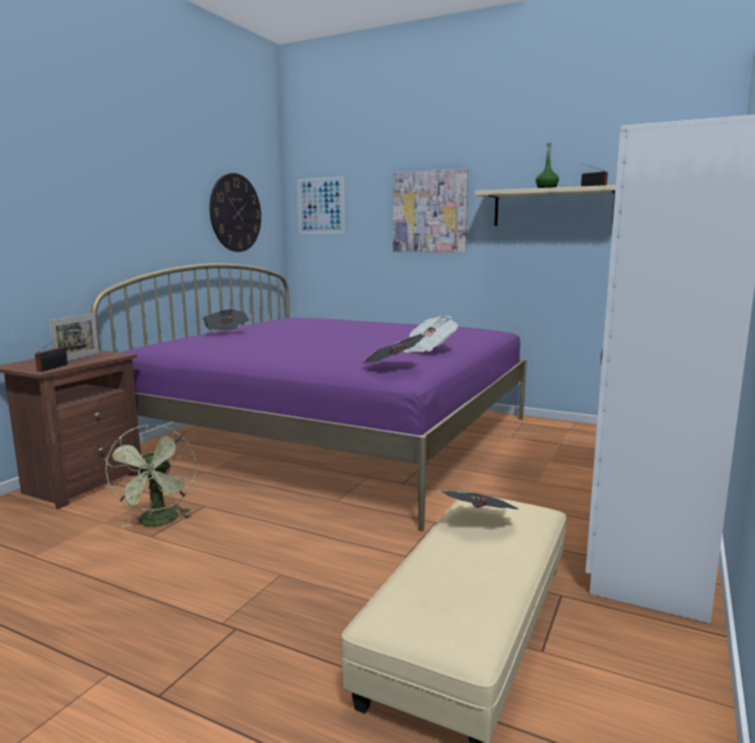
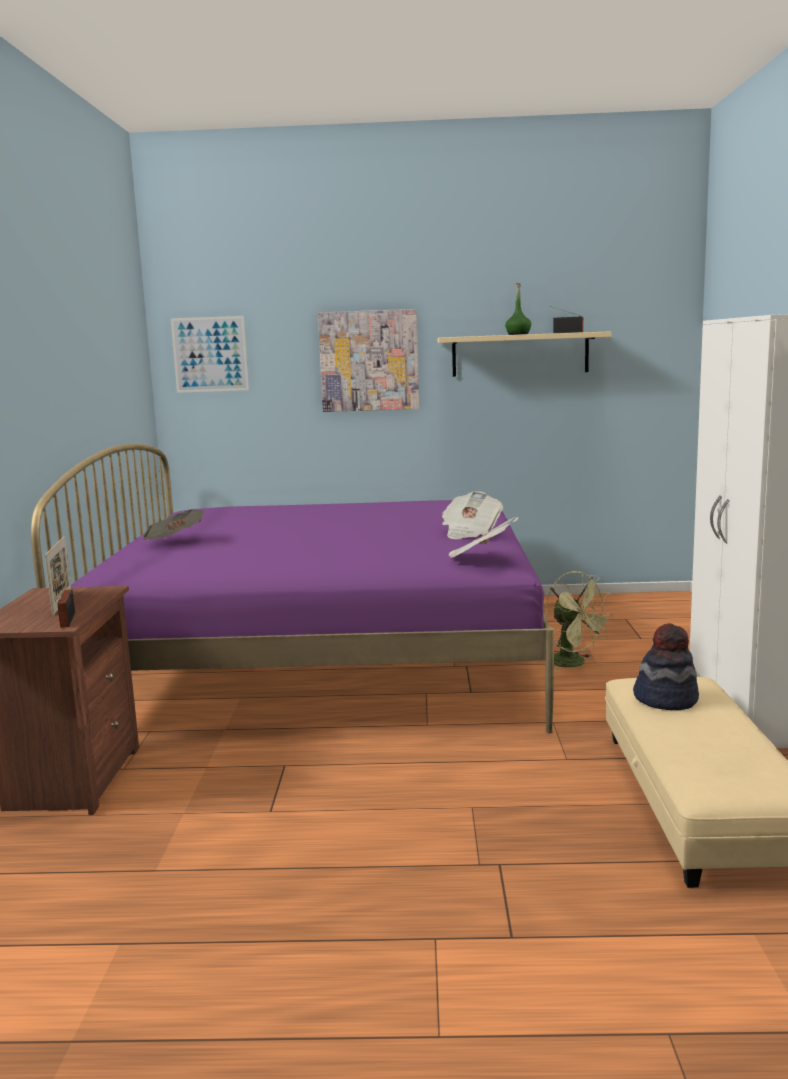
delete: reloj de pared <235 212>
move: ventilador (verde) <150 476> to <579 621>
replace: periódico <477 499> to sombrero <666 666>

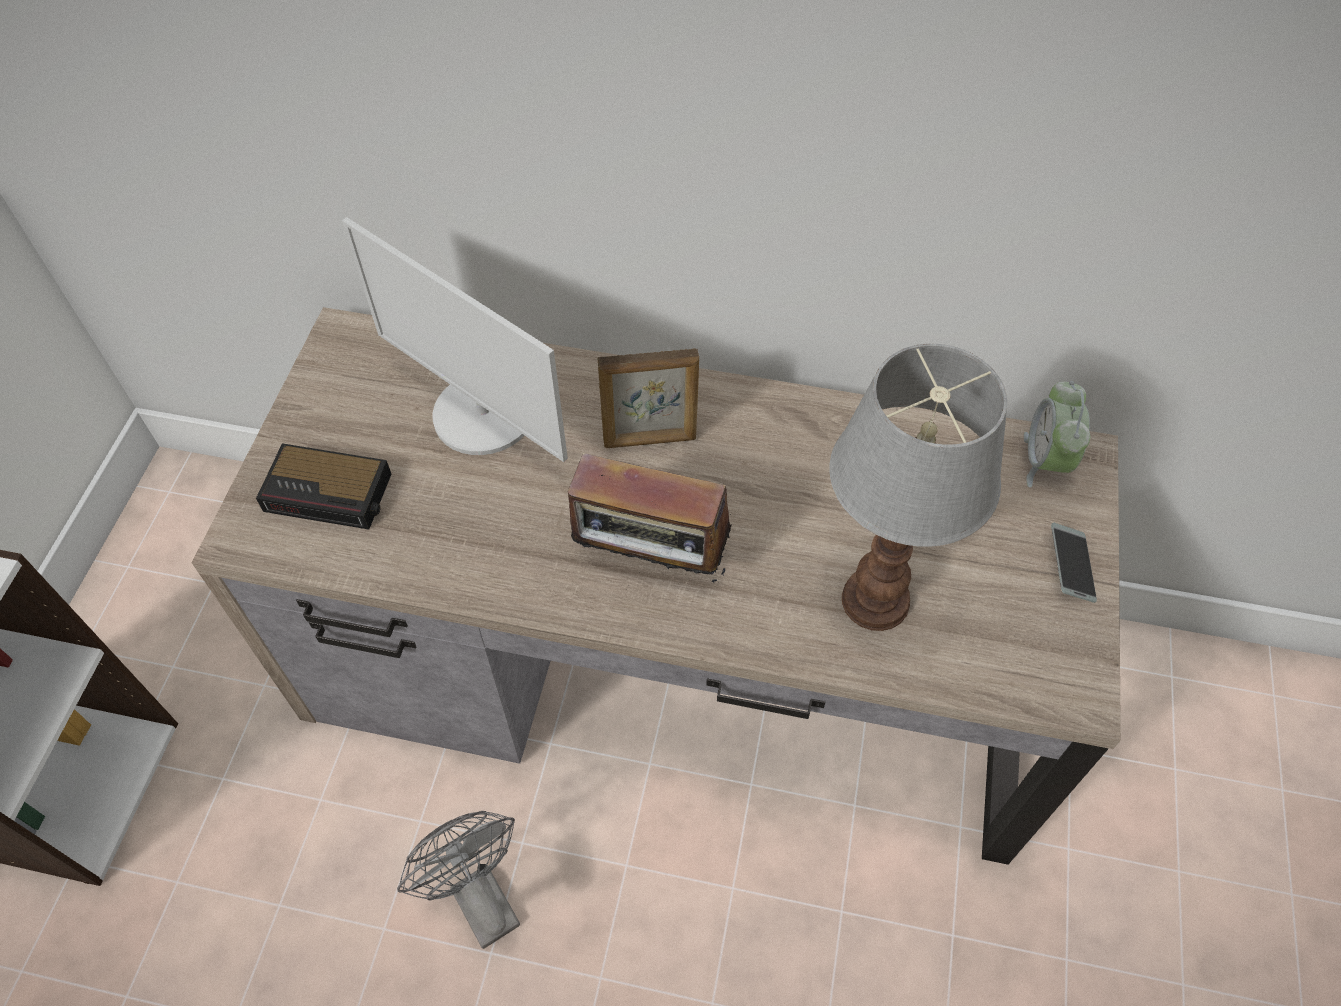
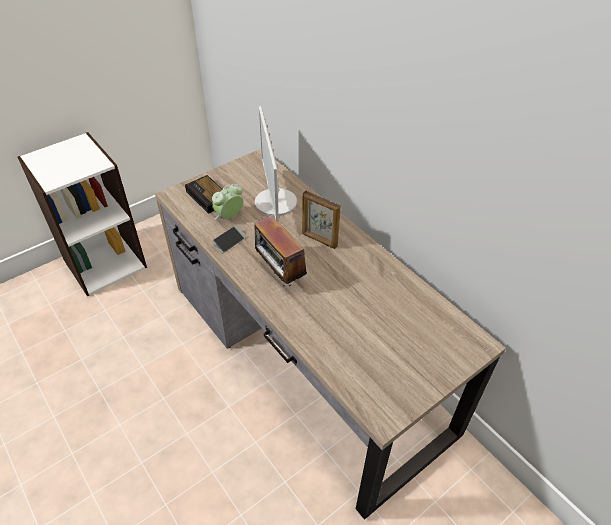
delete: ventilador (gris) <458 880>; lámpara de mesa <918 487>
move: despertador <1057 434> to <227 202>; móvil <1074 563> to <229 239>

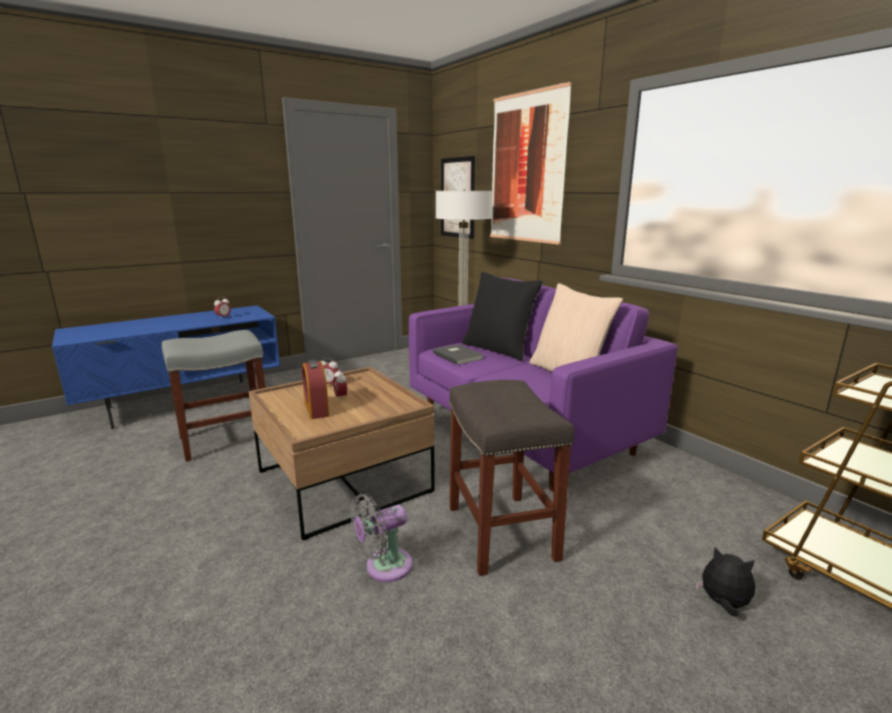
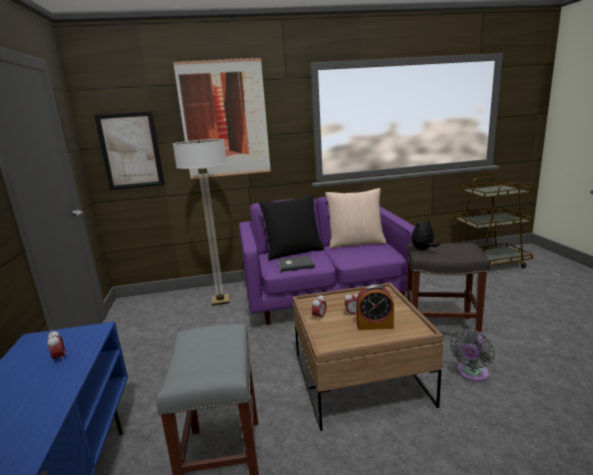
move: peluche <725 582> to <425 234>
rotate: ventilador (gris) <381 538> = <472 355> 45 degrees clockwise

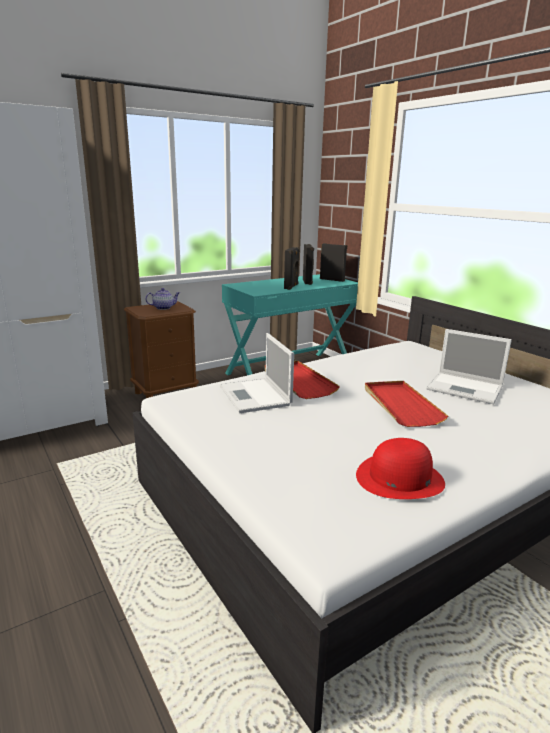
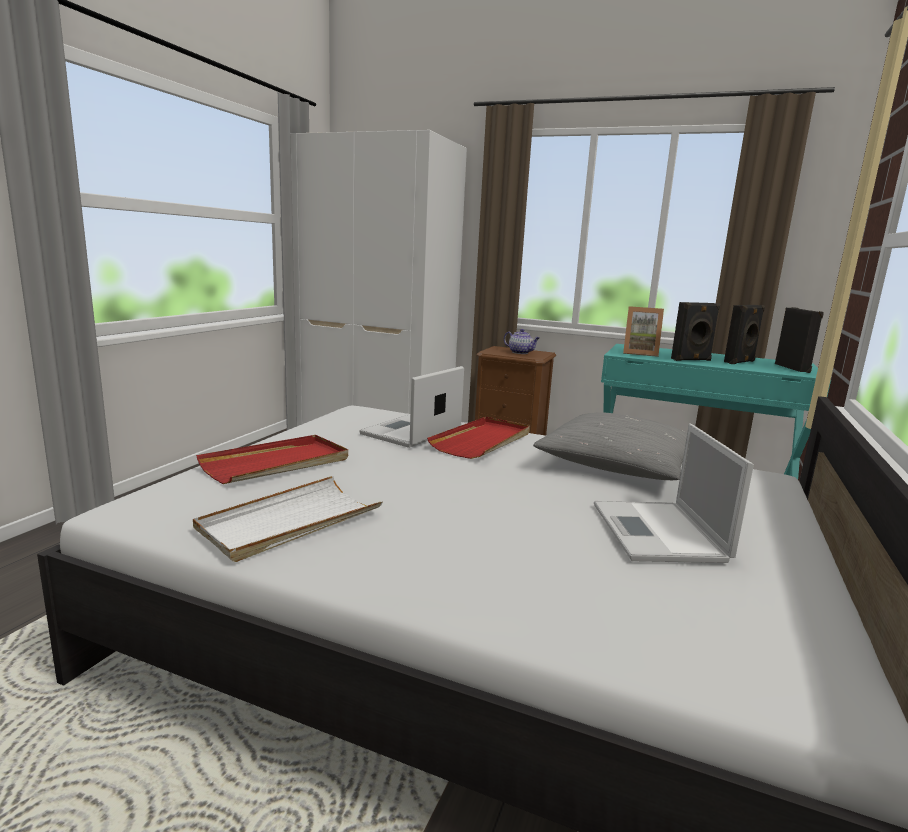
insert: cojín (gris) <610 446>; portarretratos <643 331>
move: bandeja (rojo) <406 404> to <272 459>
replace: sombrero (rojo) <400 468> to bandeja (blanco) <288 519>

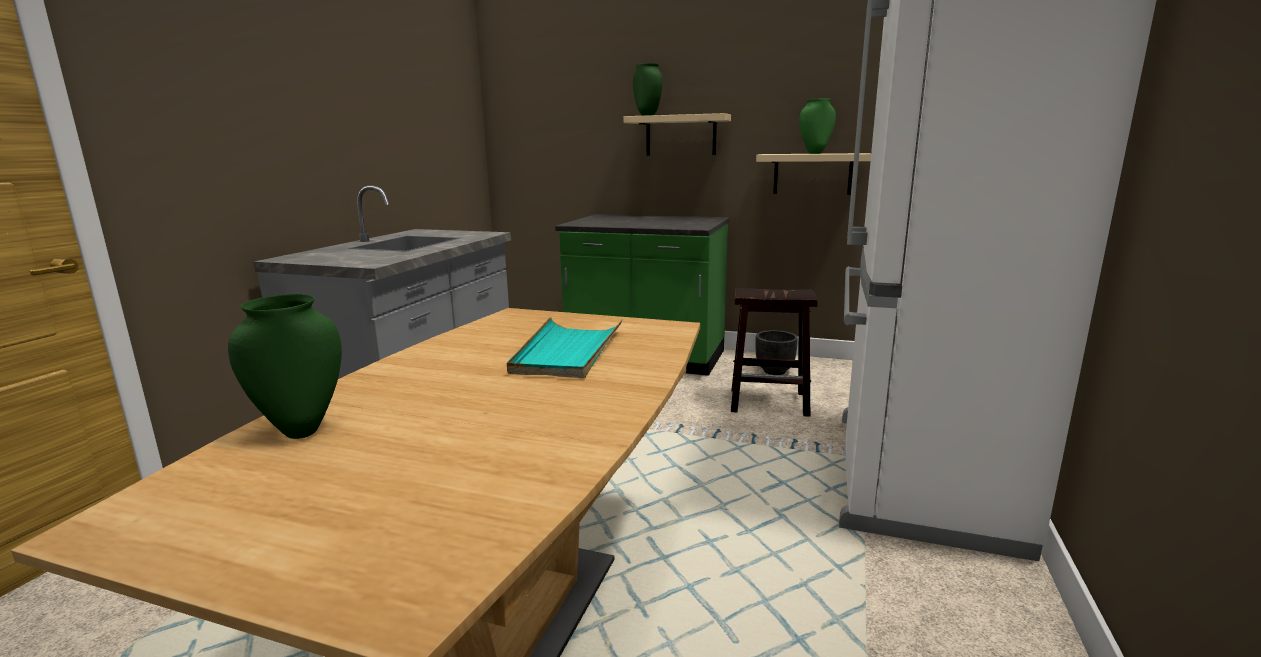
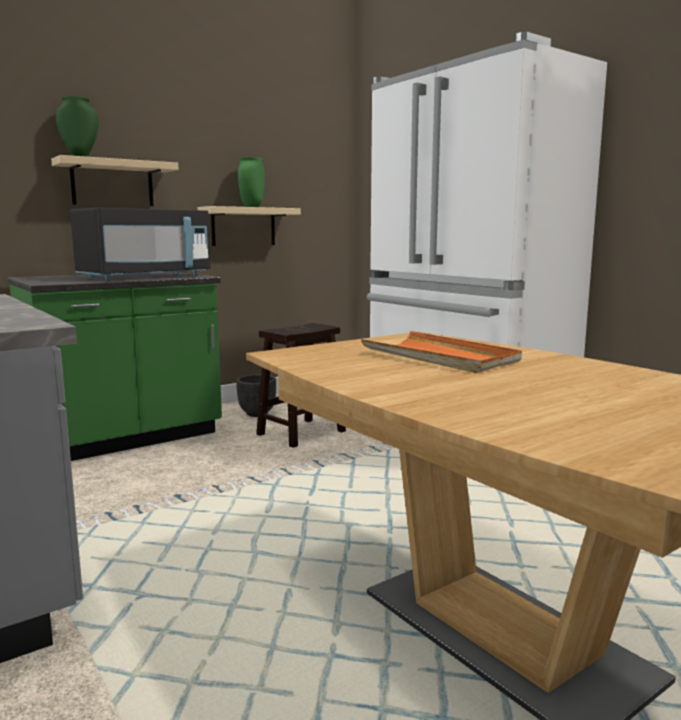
delete: florero (verde) <285 366>
insert: microondas (negro) <140 244>
recolor: bandeja (turquesa) <564 347> to bandeja (naranja) <441 352>

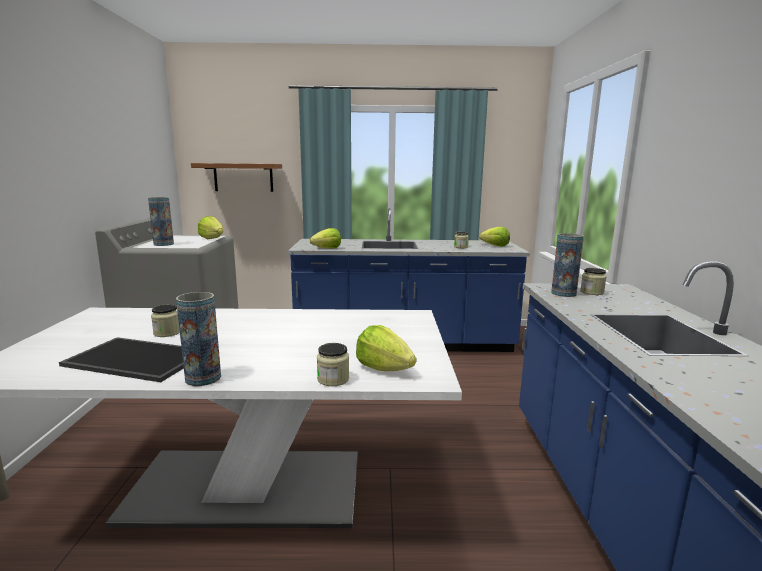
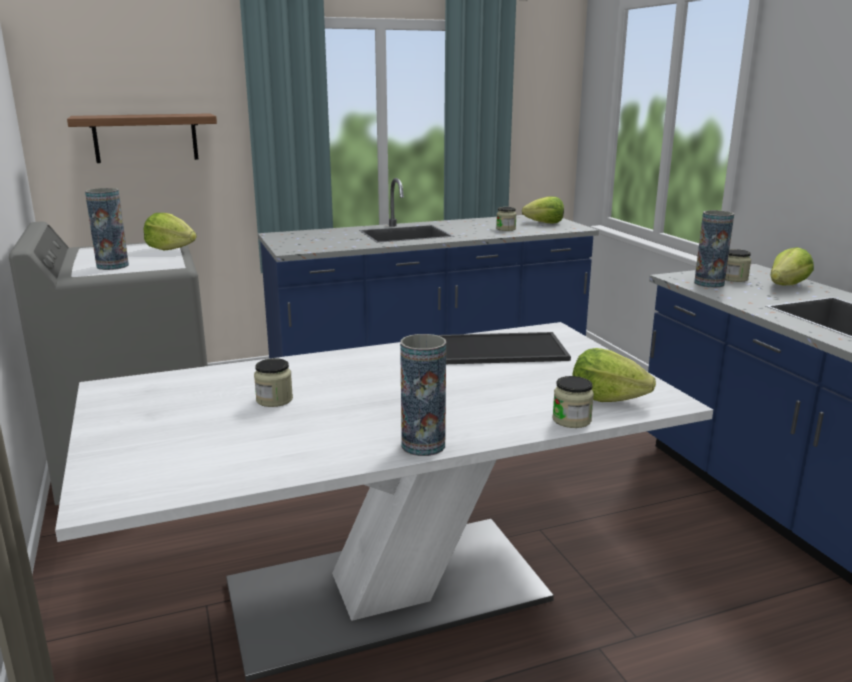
move: bandeja <121 359> to <504 348>; lechuga <325 238> to <792 266>

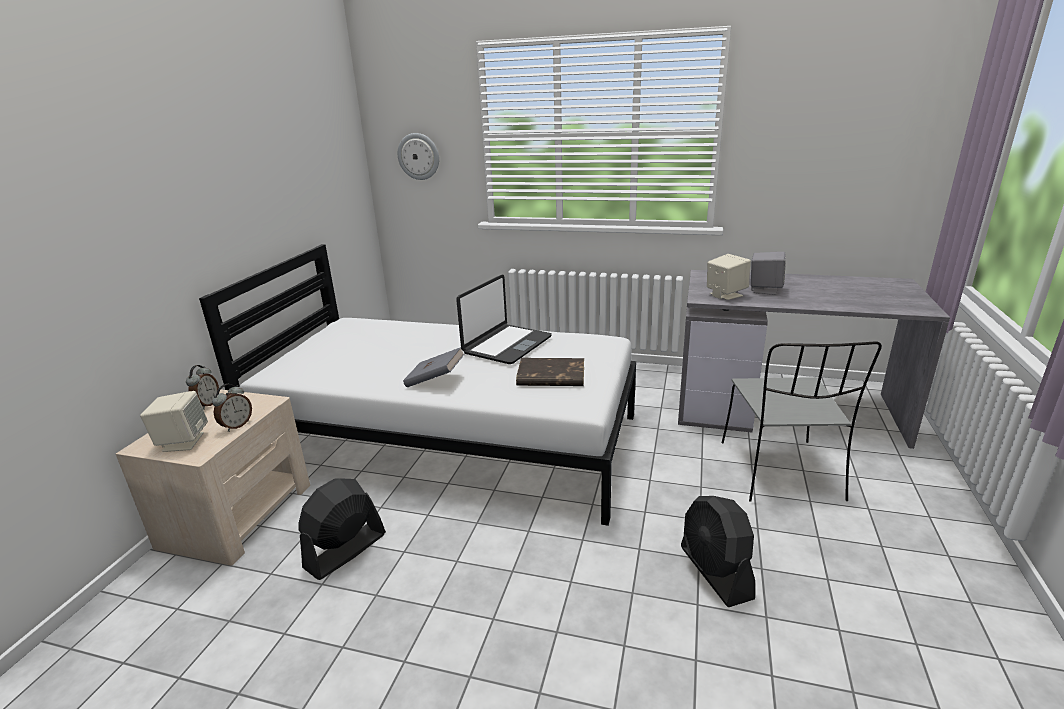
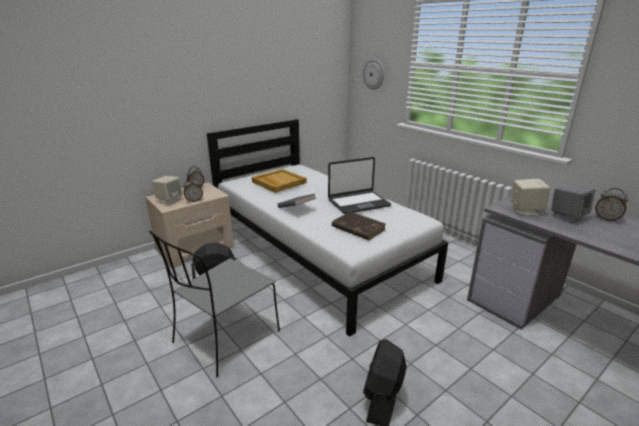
insert: bandeja (beis) <279 181>; despertador <611 205>
move: silla (gris) <802 421> to <214 304>

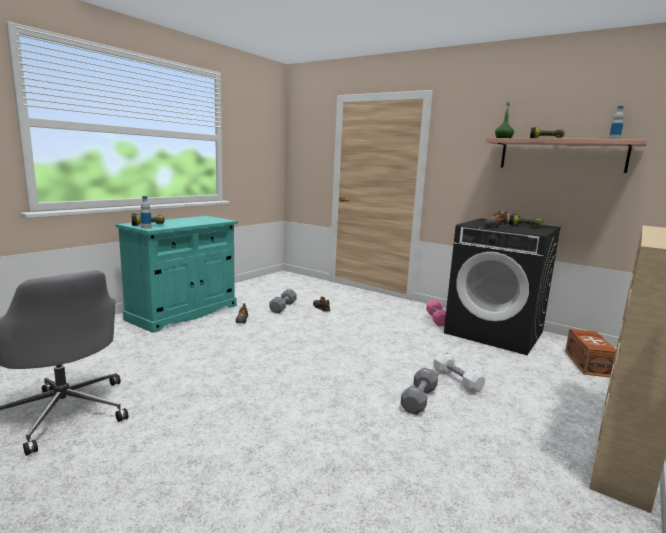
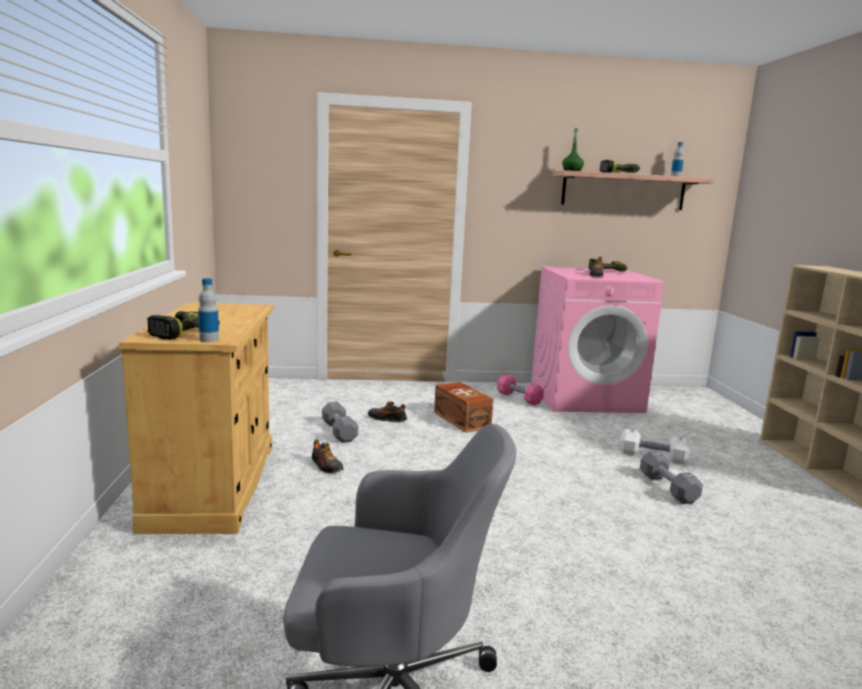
move: caja de almacenaje (marrón) <590 353> to <464 407>
recolor: armario (turquesa) <177 274> to armario (beis) <196 418>; lavadora (negro) <502 286> to lavadora (rosa) <597 339>

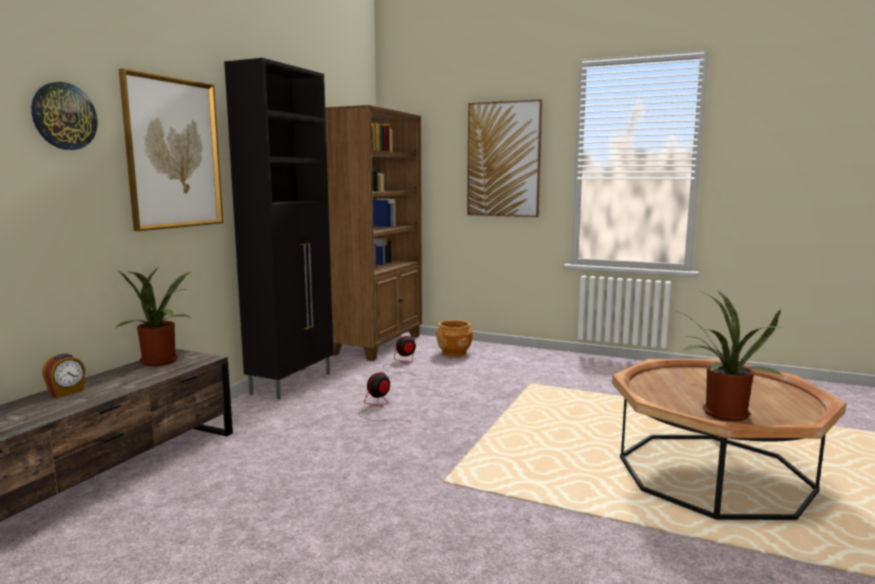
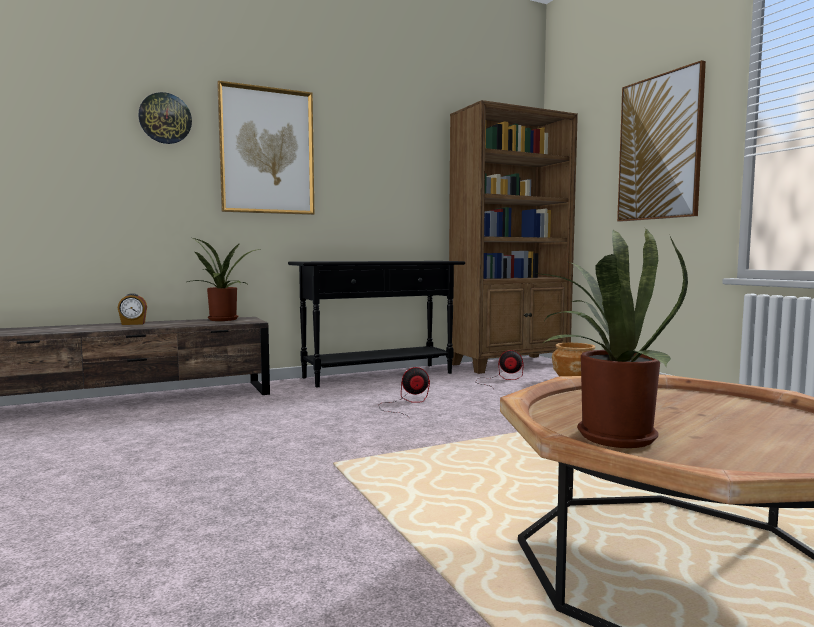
replace: armario (negro) <278 229> to mesa consola (negro) <376 324>

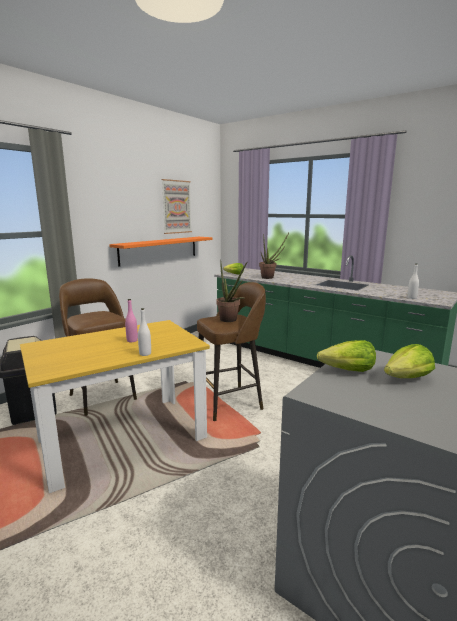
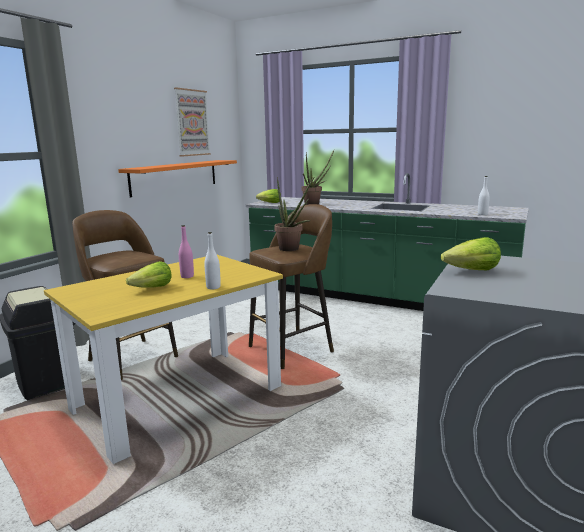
move: lechuga <409 361> to <149 274>

